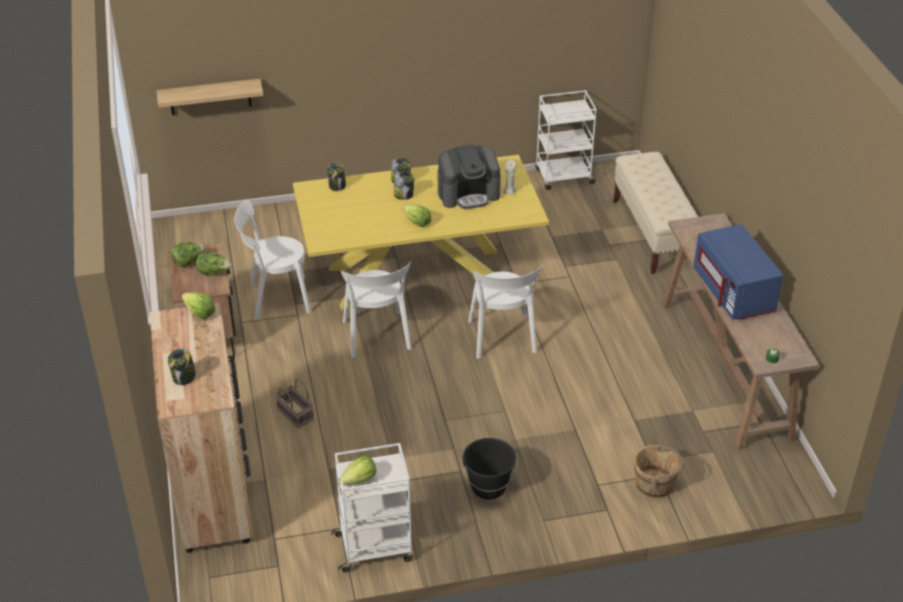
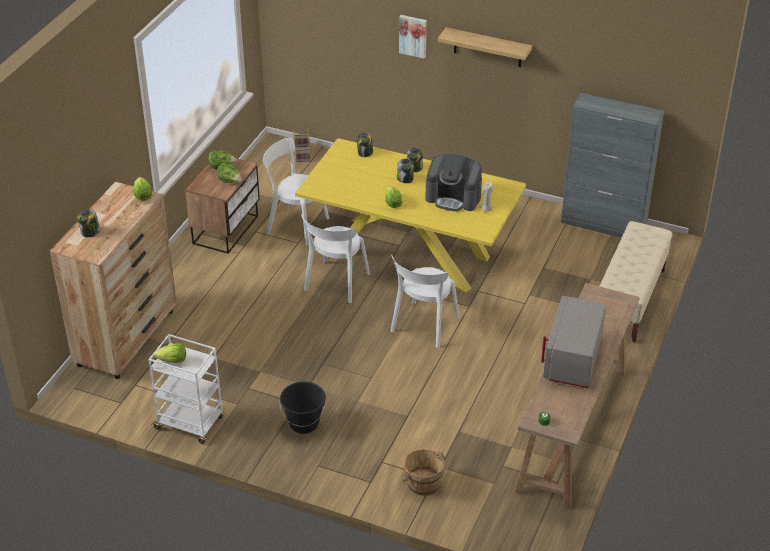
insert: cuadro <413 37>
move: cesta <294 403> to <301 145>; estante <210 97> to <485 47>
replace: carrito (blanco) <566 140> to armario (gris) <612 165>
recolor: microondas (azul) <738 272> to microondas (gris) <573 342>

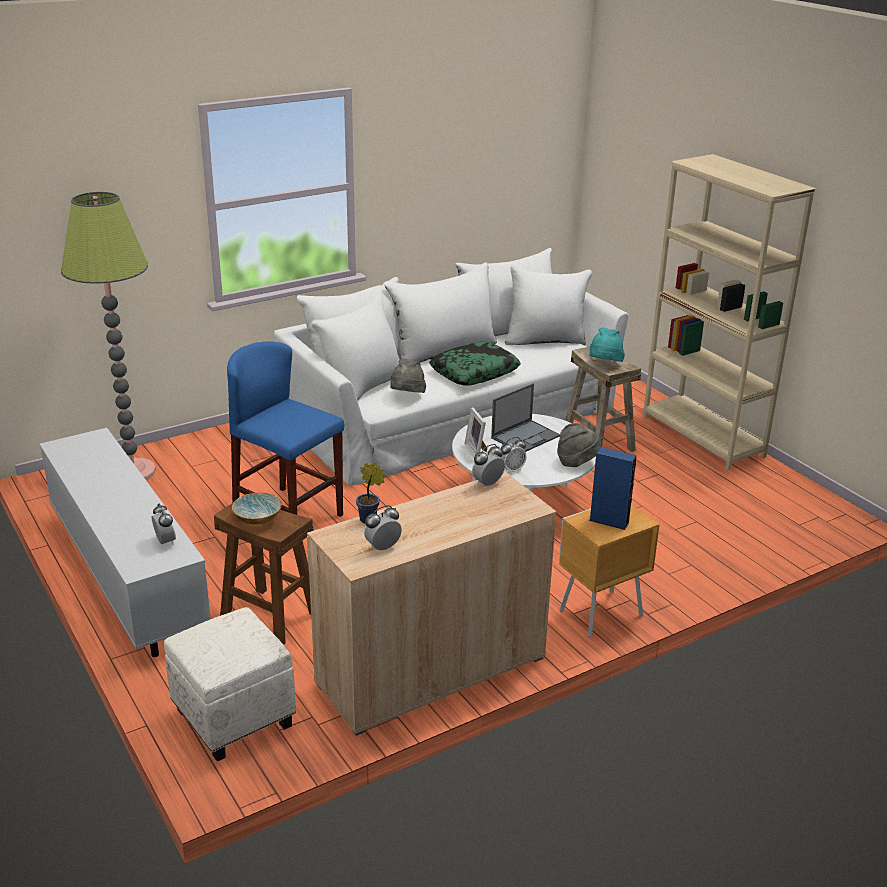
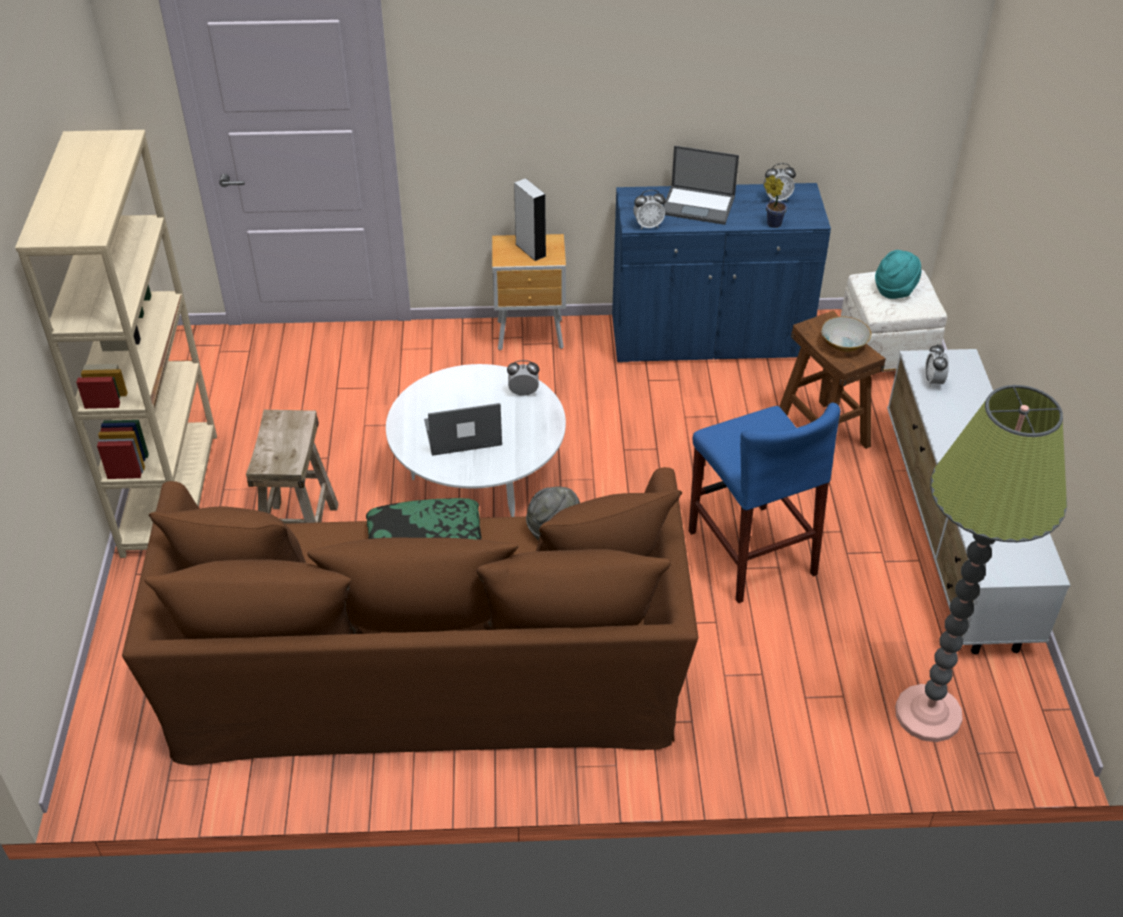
delete: portarretratos <475 432>; sombrero (gris) <579 445>
insert: portátil <701 185>
move: sombrero (turquesa) <607 344> to <898 274>
recolor: sofá (blanco) <451 366> to sofá (marrón) <410 616>; altavoz (azul) <613 488> to altavoz (gris) <530 219>; armario (beis) <432 604> to armario (azul) <721 272>

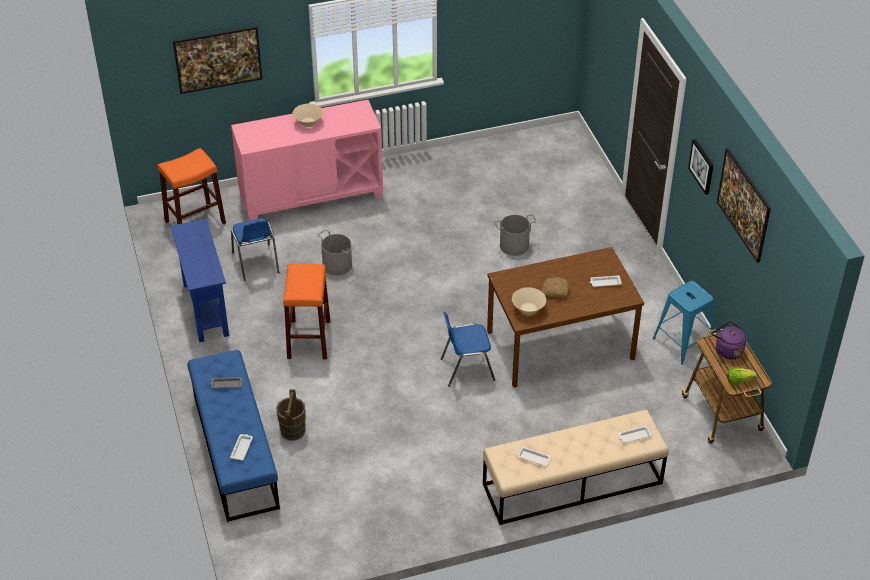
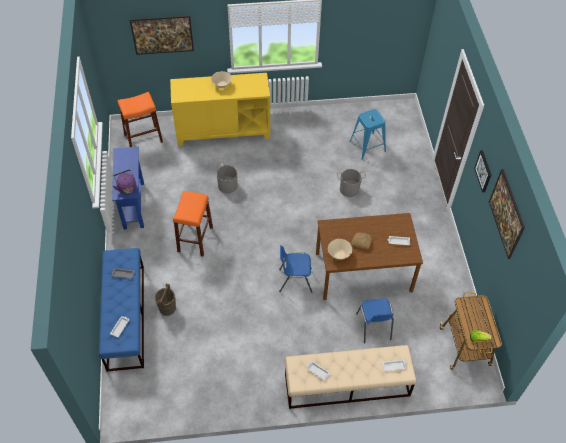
move: hervidor (morado) <729 340> to <124 182>; taburete (azul) <683 322> to <368 134>; silla (azul) <255 249> to <375 321>
recolor: armario (rosa) <307 160> to armario (amarillo) <220 109>

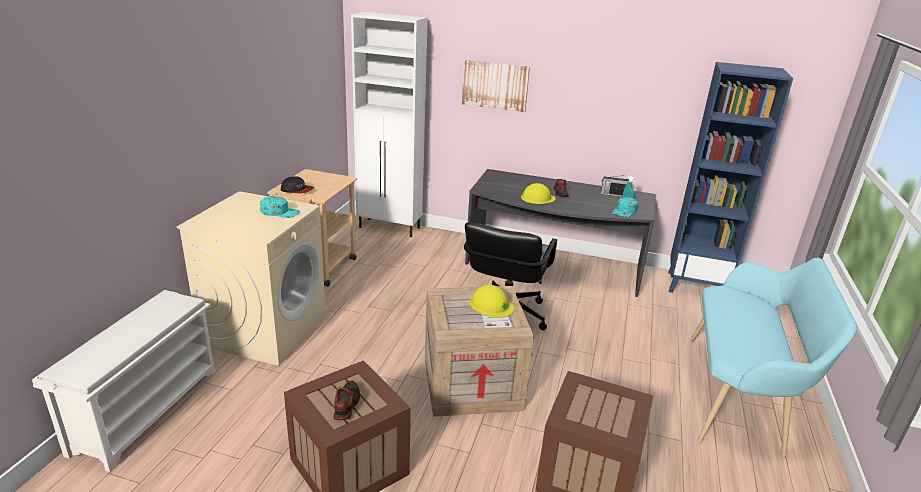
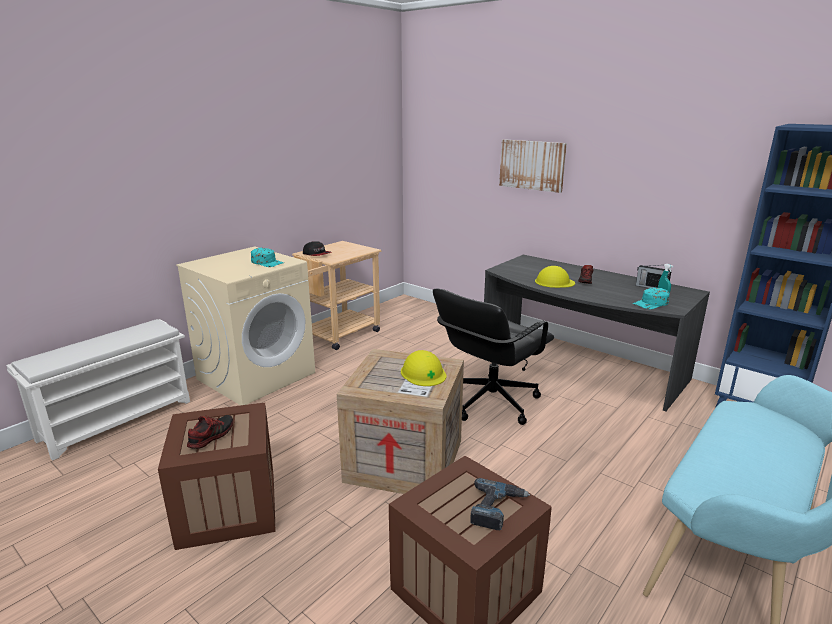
delete: armario (blanco) <389 124>
insert: taladro <500 504>

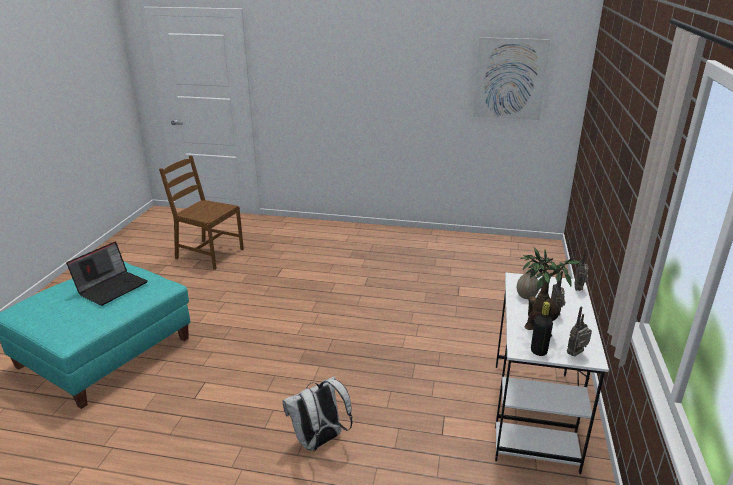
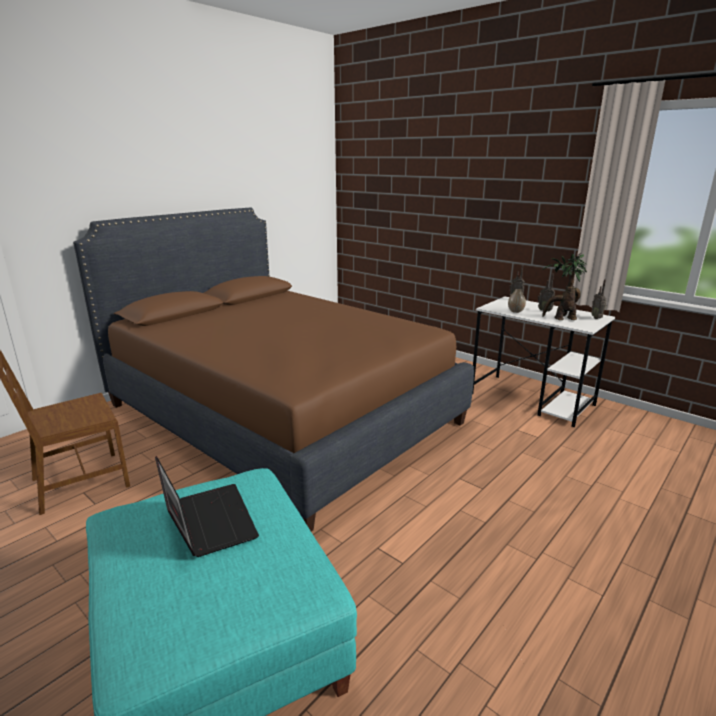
delete: mochila (blanco) <317 413>; cuadro <511 78>; botella (negro) <542 329>
insert: cama (marrón) <273 370>

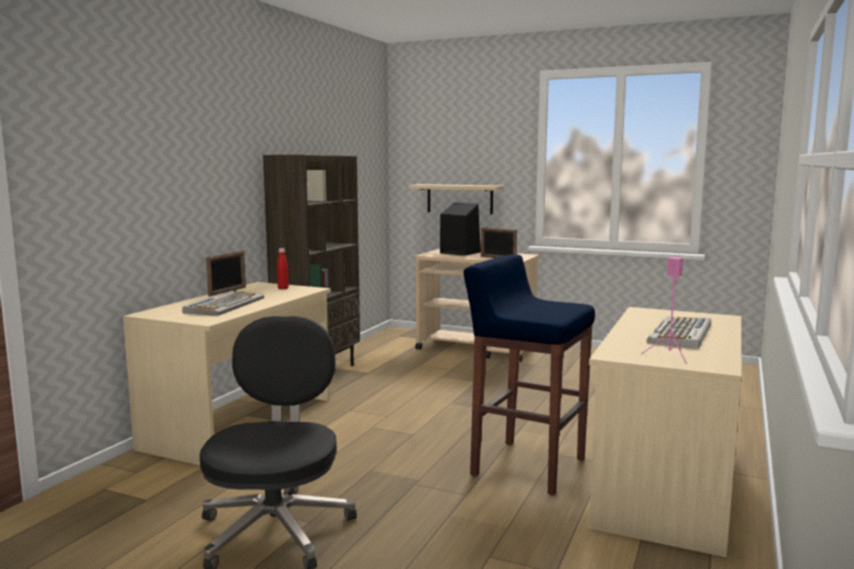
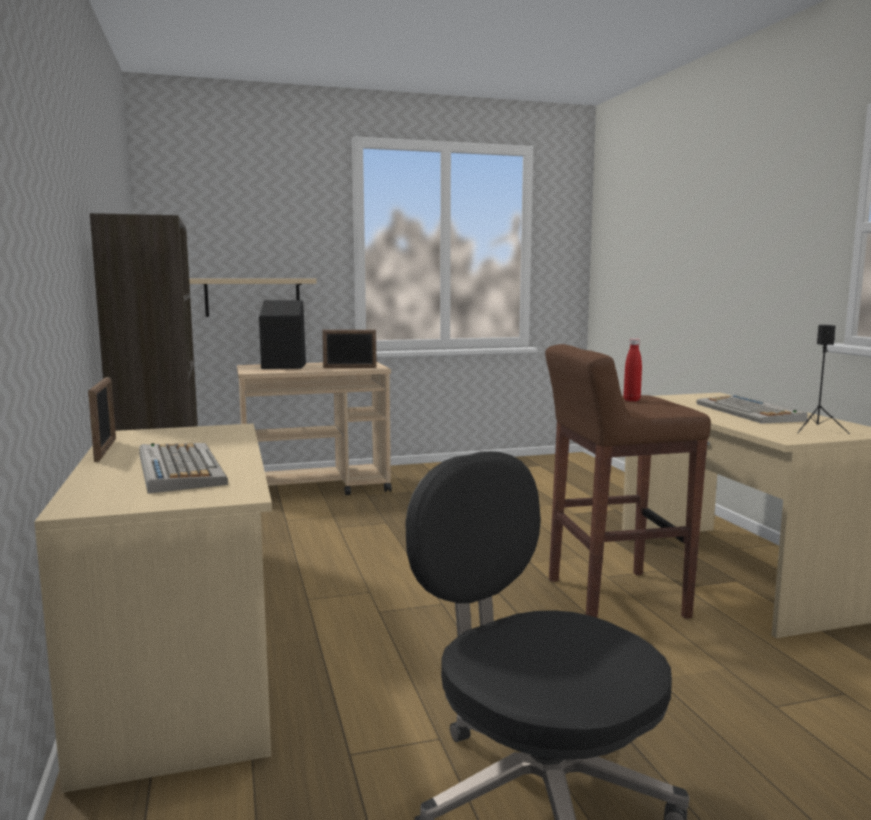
move: botella (rojo) <283 268> to <633 370>
recolor: taburete (azul) <529 374> to taburete (marrón) <628 481>; altavoz (rosa) <664 310> to altavoz (negro) <823 379>

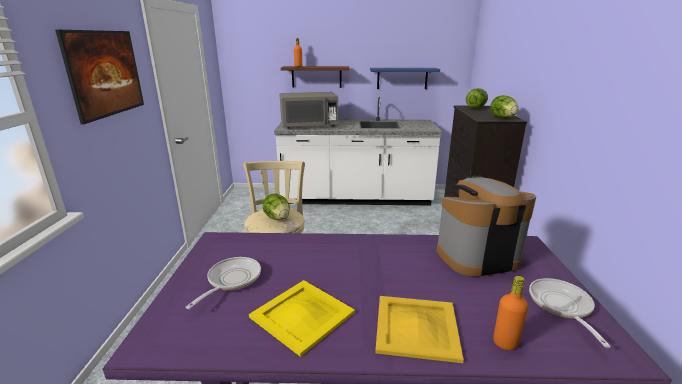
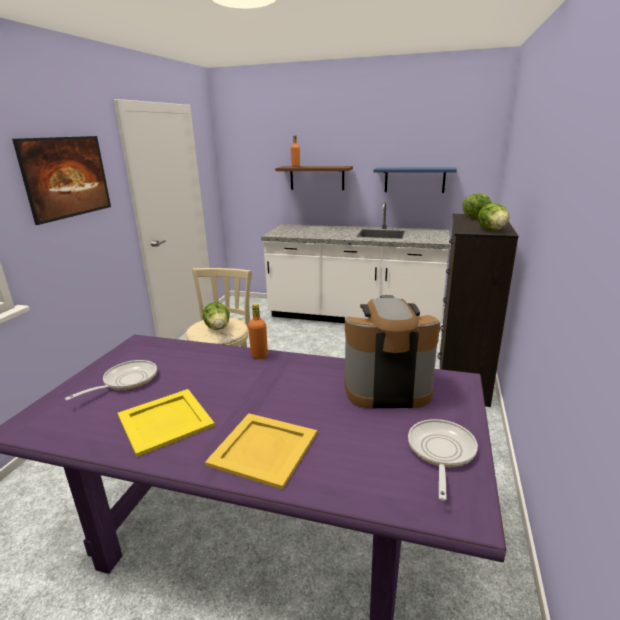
delete: microondas (gris) <309 110>
move: botella (naranja) <510 313> to <258 331>

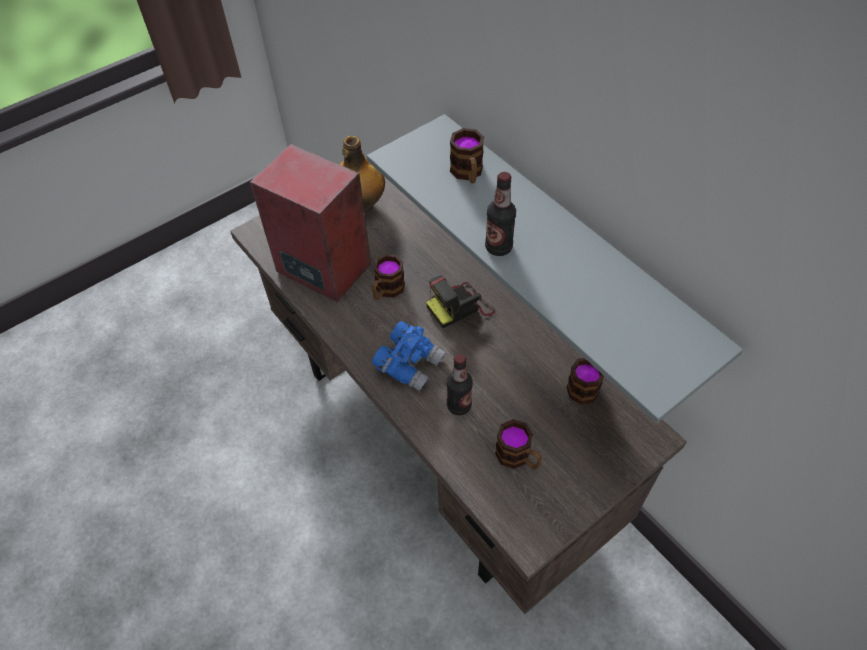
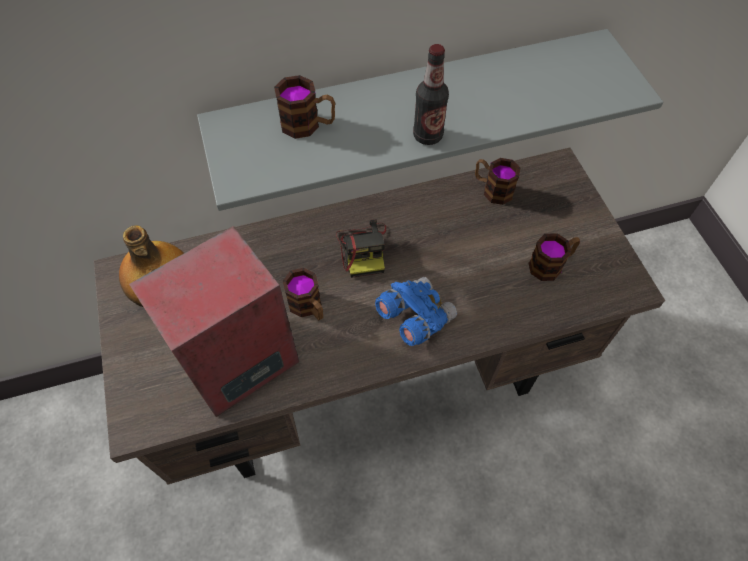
delete: botella <460 384>

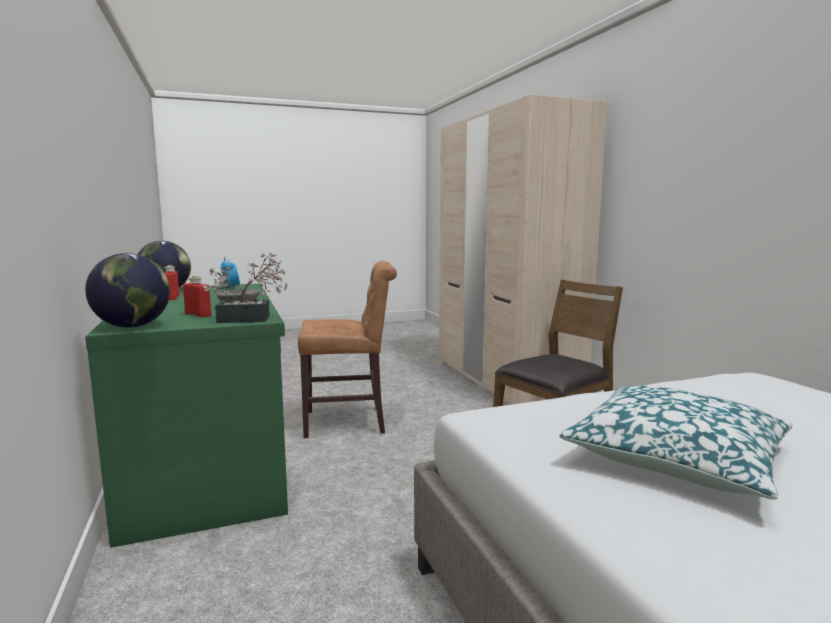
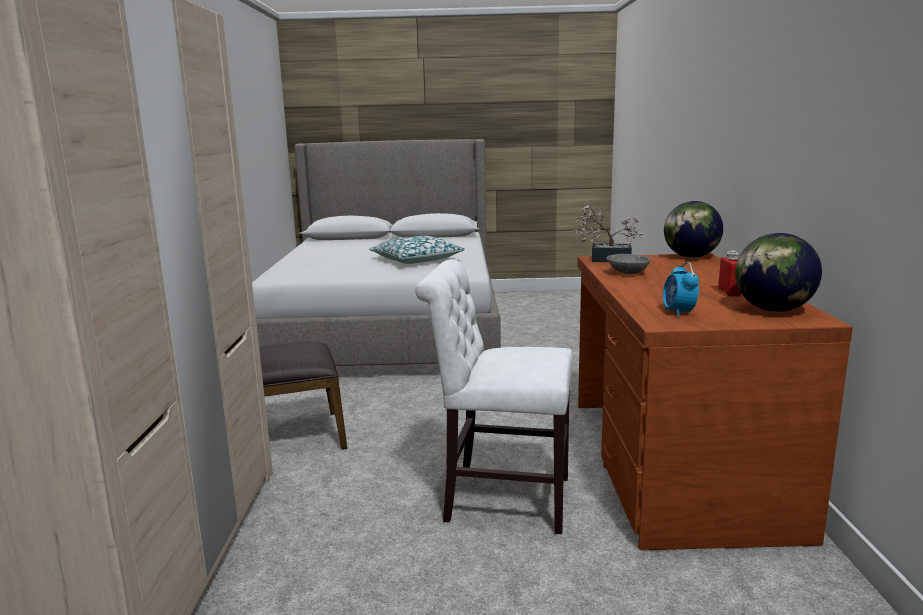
delete: botella (rojo) <197 296>
recolor: silla (marrón) <347 350> to silla (blanco) <494 397>; escritorio (verde) <186 415> to escritorio (marrón) <715 401>

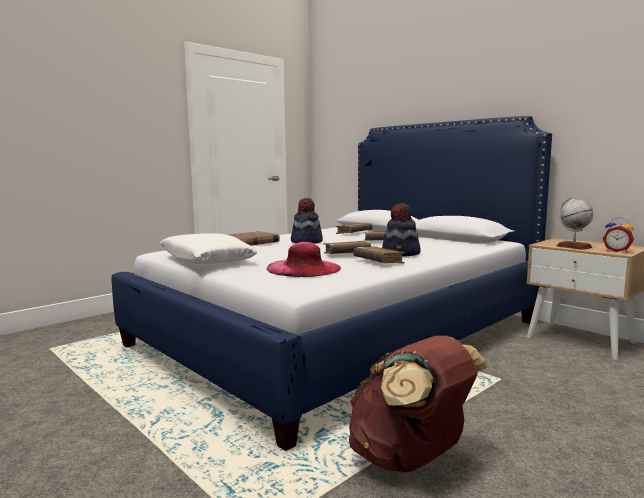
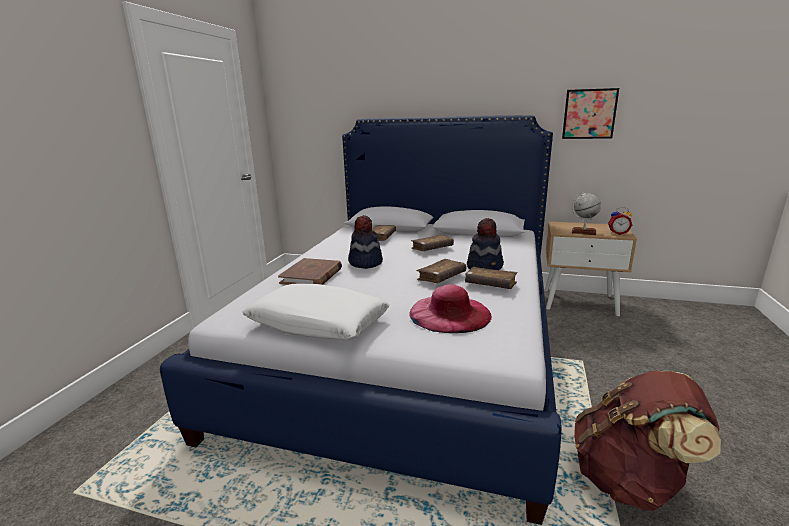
insert: cuadro <590 113>

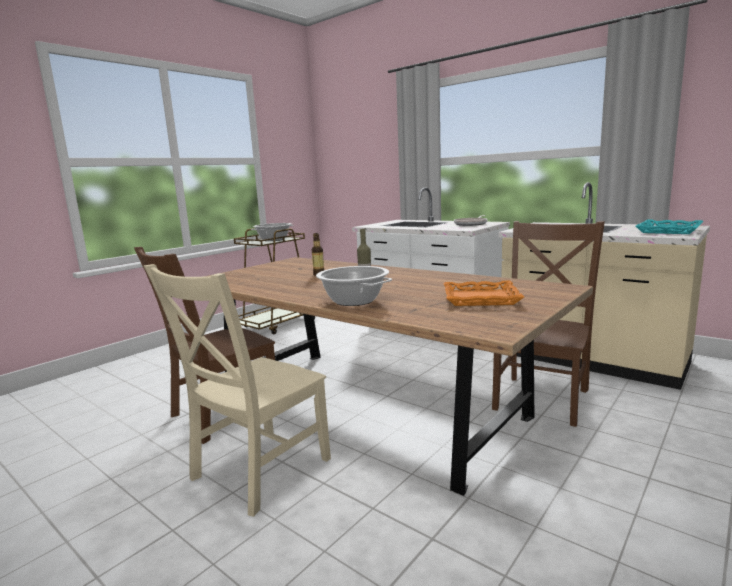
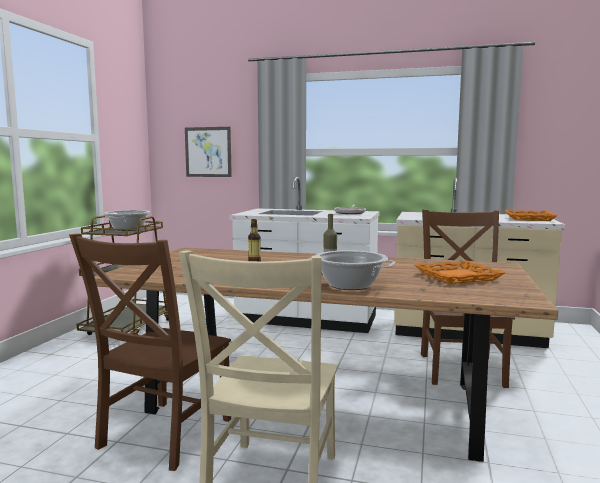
insert: cuadro <208 152>
recolor: bandeja (turquesa) <670 226> to bandeja (naranja) <531 215>

